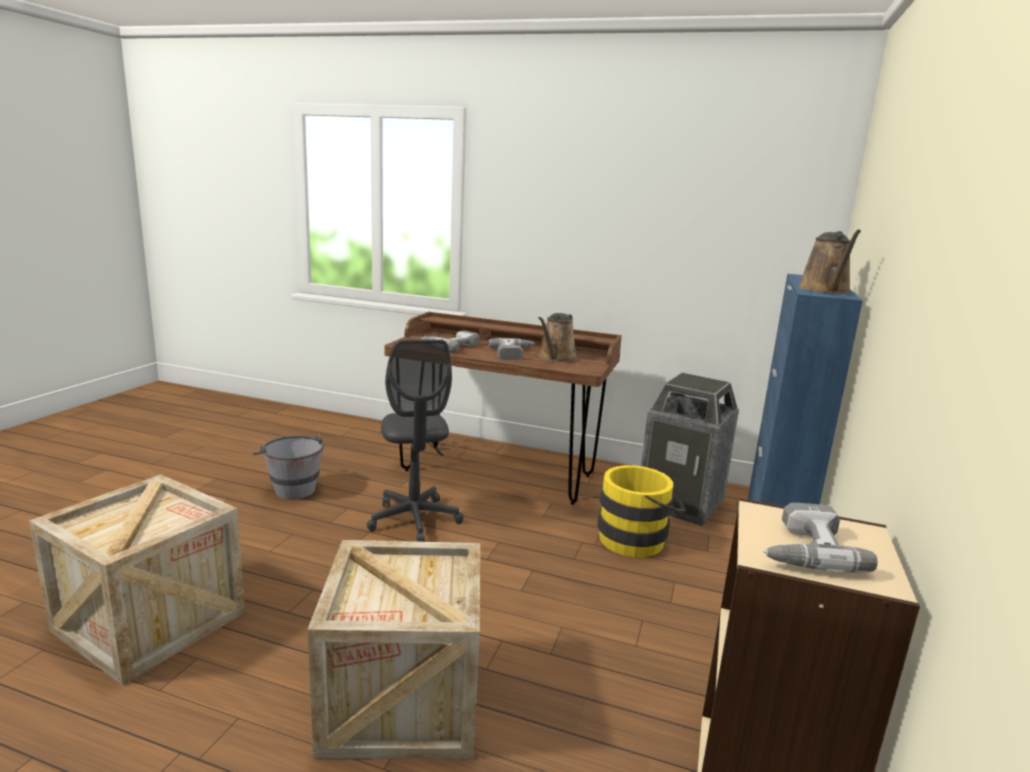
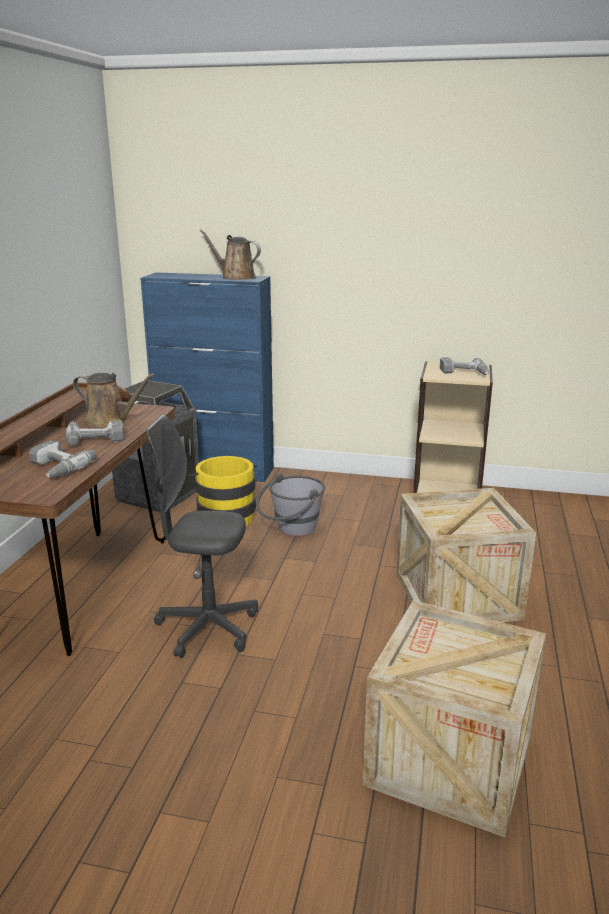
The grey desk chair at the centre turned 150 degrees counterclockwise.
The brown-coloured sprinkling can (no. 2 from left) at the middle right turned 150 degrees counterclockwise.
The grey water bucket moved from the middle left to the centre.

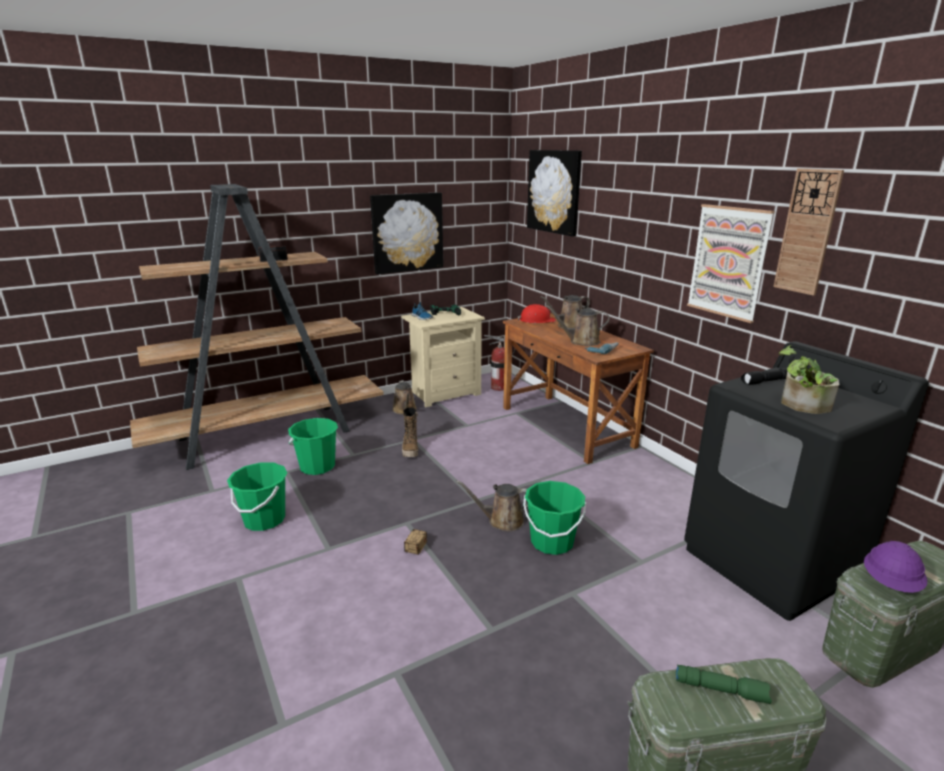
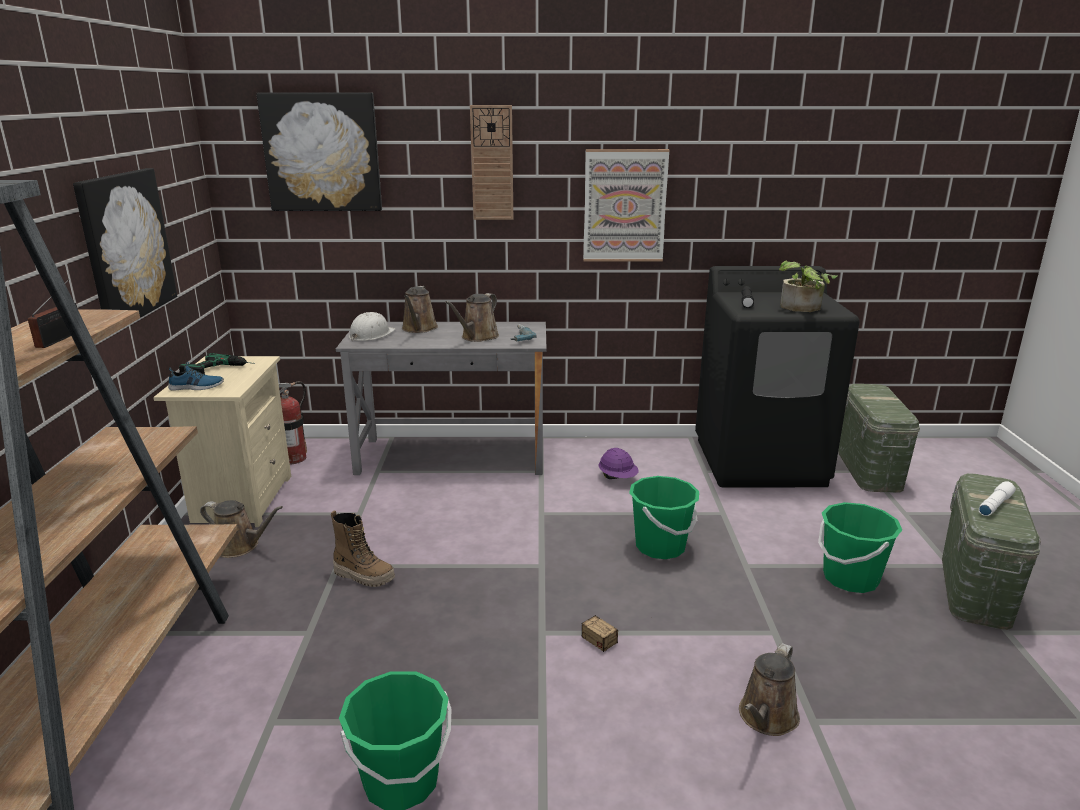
The brown-coloured desk unit at the centre became the grey desk unit at the centre.
The red hard hat at the centre became the whitish hard hat at the centre.
The hanging clock moved from the top right to the top centre.
The purple hard hat moved from the bottom right to the centre.
The brown-coloured sprinkling can (no. 2 from left in the first image) moved from the centre to the bottom right.
The green-coloured water bucket (no. 2 from left in the first image) moved from the middle left to the bottom right.
The green-coloured torch at the bottom right became the whitish torch at the middle right.

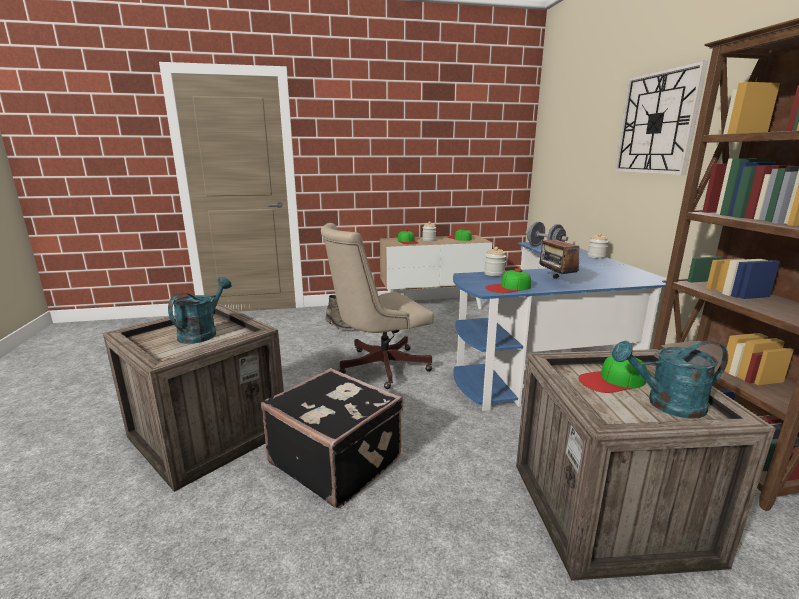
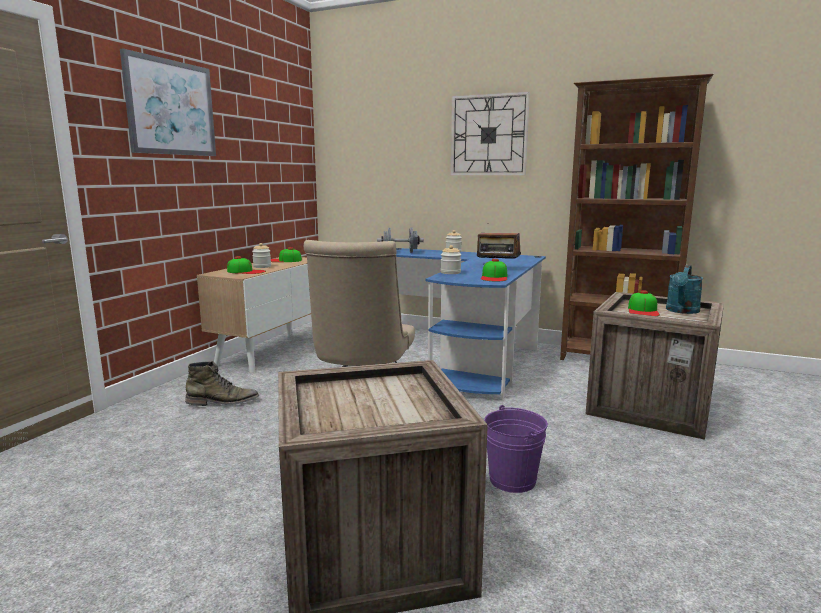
The wall art at the top left appeared.
The black-coloured suitcase at the bottom centre was replaced by the purple water bucket at the bottom centre.
The blue-green sprinkling can (no. 1 from left) at the middle left disappeared.

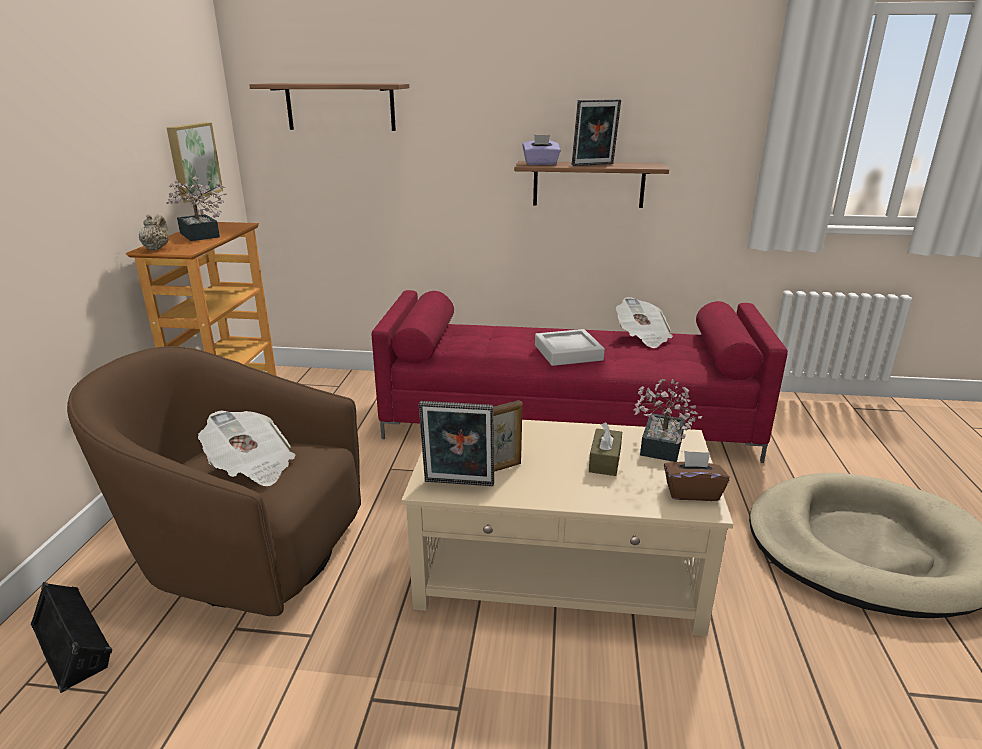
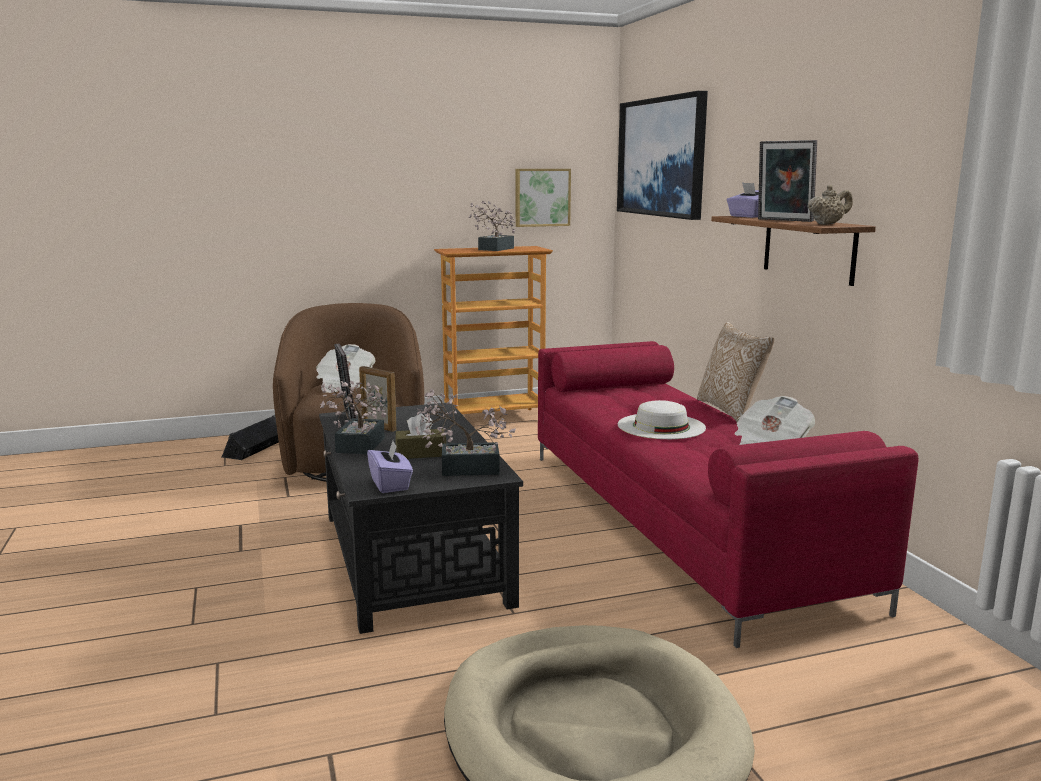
The beige-coloured low table at the bottom centre became the black-coloured low table at the centre.
The plant in a pot (no. 1 from left) at the centre appeared.
The brown-coloured tissue box (no. 2 from left) at the middle right became the purple tissue box (no. 1 from left) at the centre.
The bracket shelf (no. 1 from left) at the top centre was replaced by the wall art (no. 2 from left) at the top centre.
The grey carrying tray at the centre was replaced by the whitish hat at the centre.
The throw pillow at the middle right appeared.
The beige-coloured teapot moved from the top left to the top right.

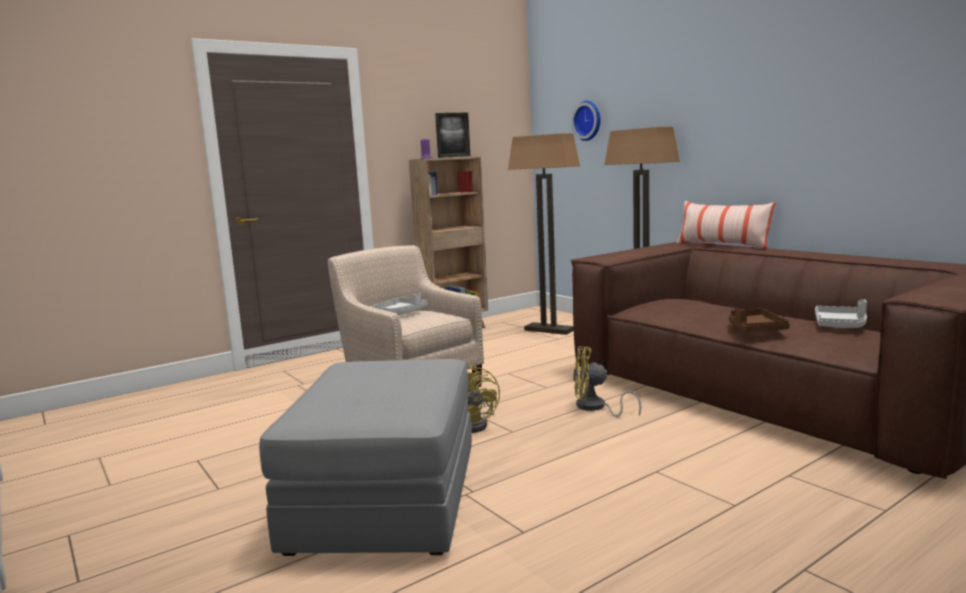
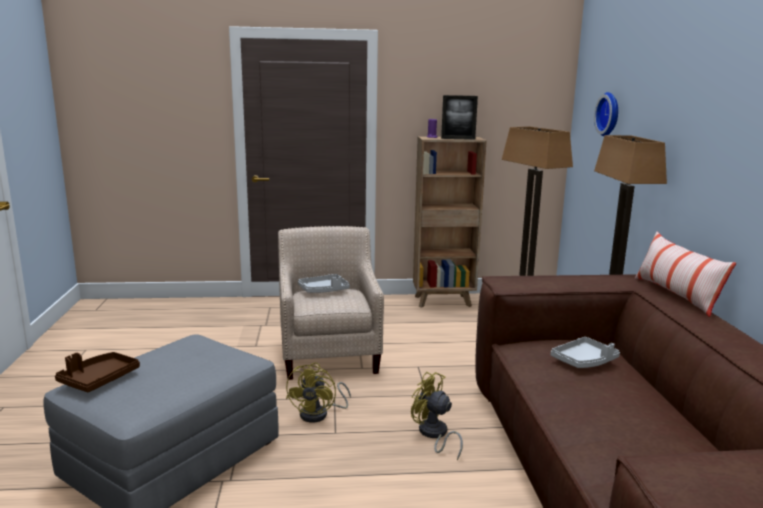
The brown-coloured carrying tray moved from the middle right to the bottom left.
The grey carrying tray (no. 2 from left) moved from the middle right to the bottom right.

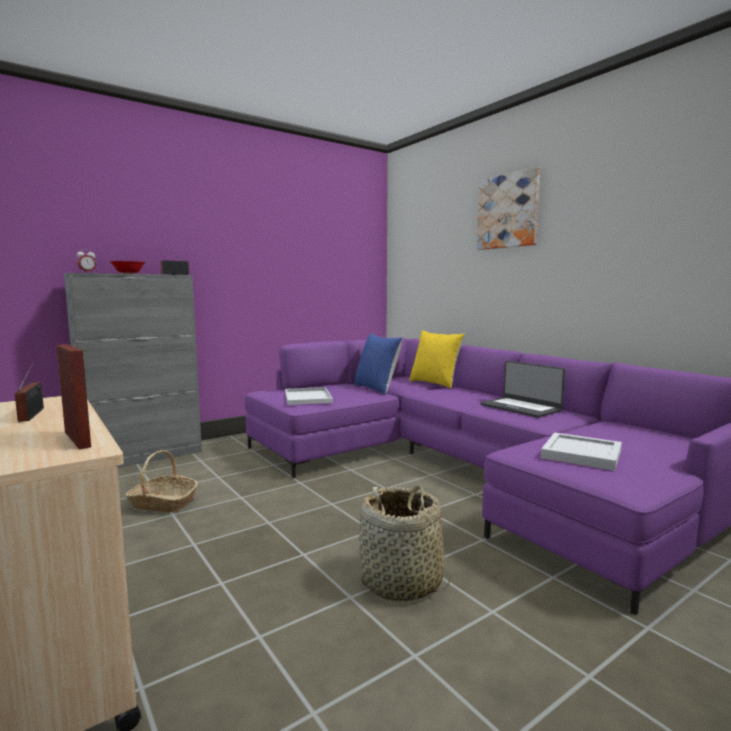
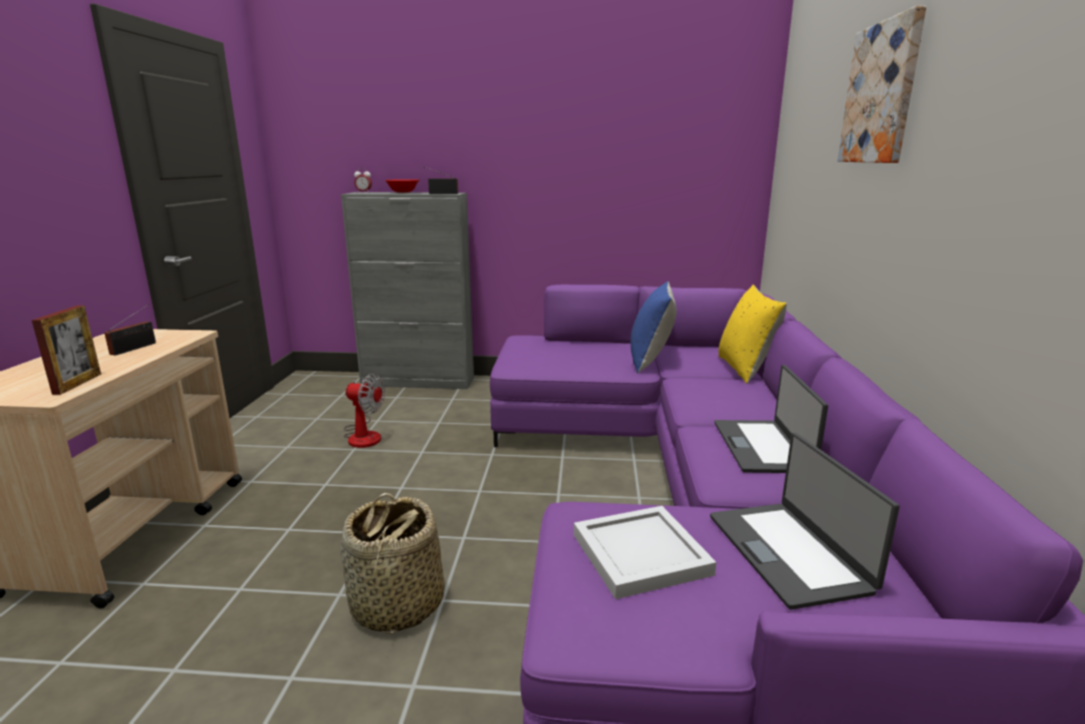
The household basket (no. 1 from left) at the middle left was replaced by the electric fan at the centre.
The laptop (no. 2 from left) at the bottom right appeared.
The whitish carrying tray (no. 1 from left) at the centre disappeared.

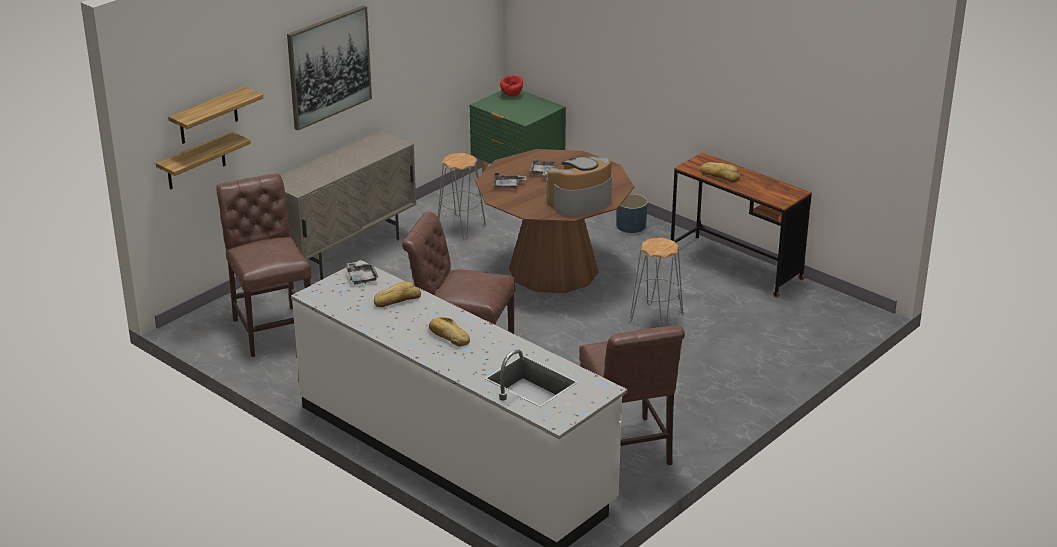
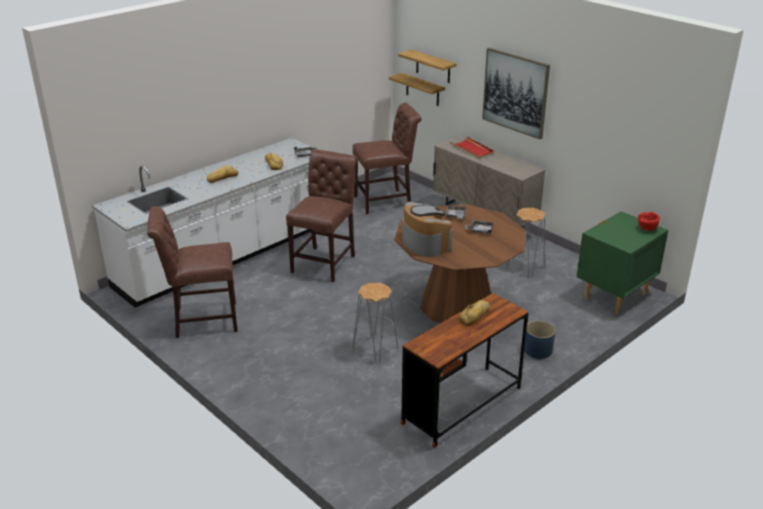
The red carrying tray at the top centre appeared.

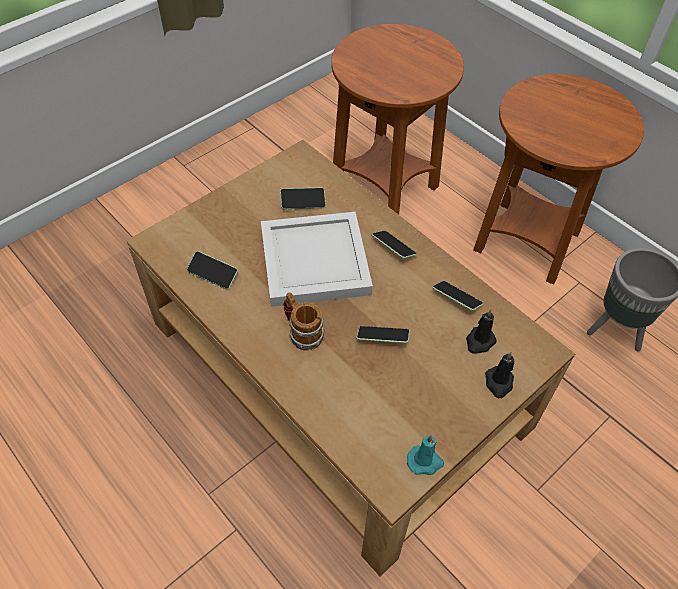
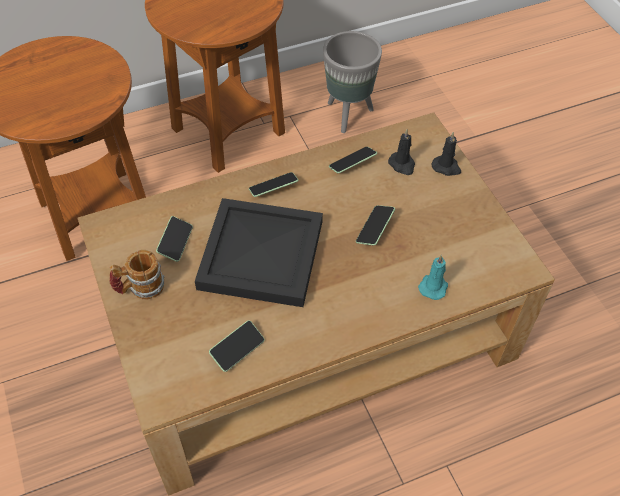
The coffee mug moved from the centre to the middle left.
The whitish carrying tray at the centre became the black-coloured carrying tray at the centre.
The blue-green wax light moved from the bottom centre to the middle right.

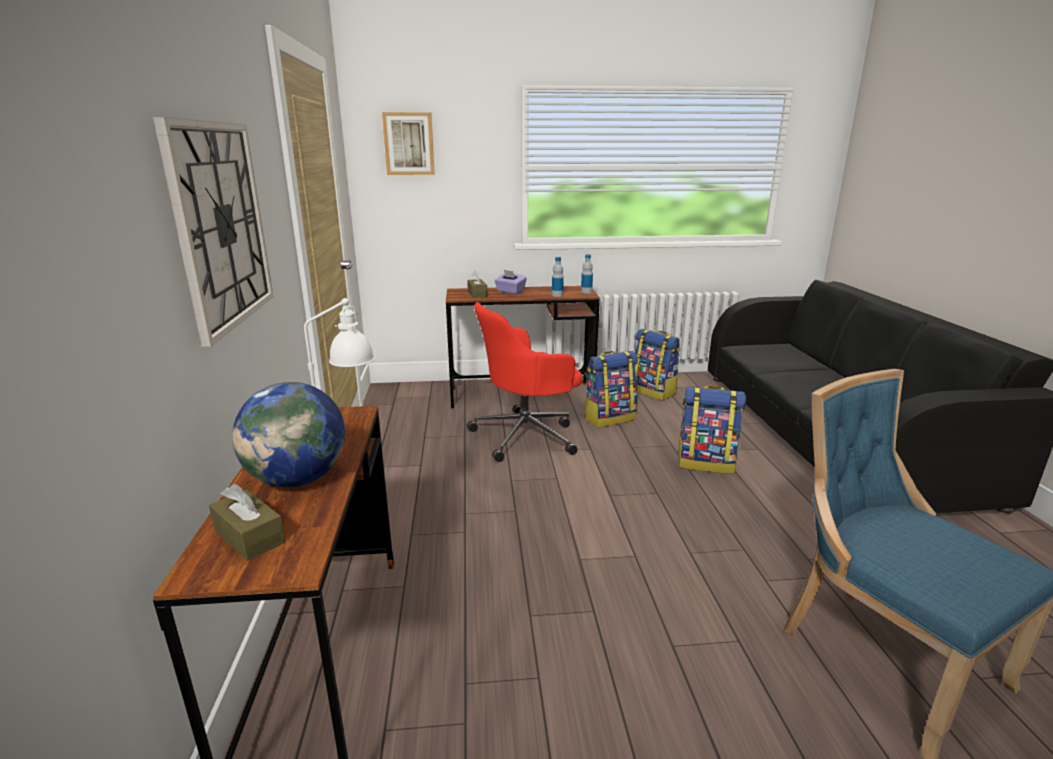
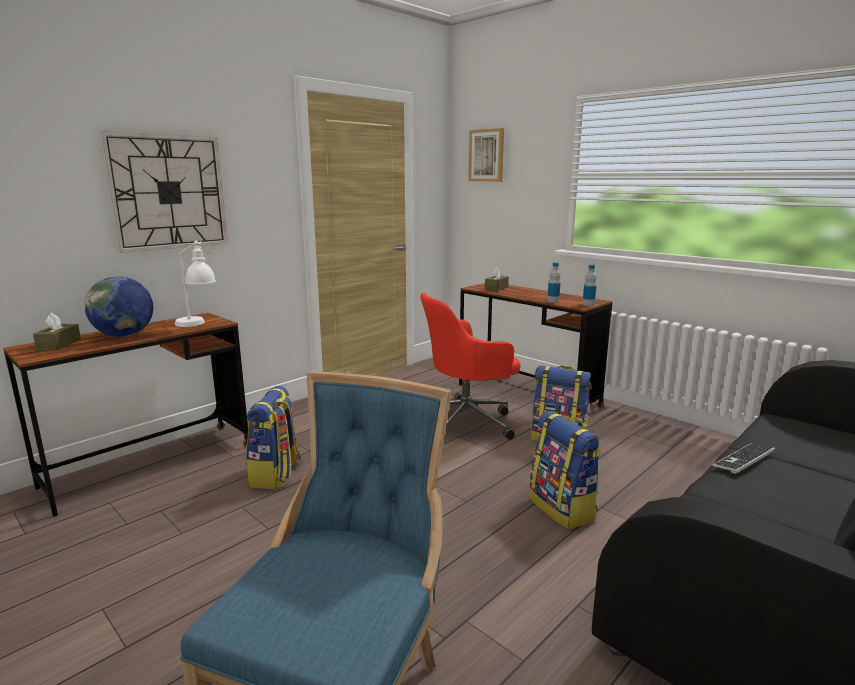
The backpack (no. 2 from left in the first image) moved from the centre to the middle left.
The red desk chair at the centre turned 45 degrees counterclockwise.
The PC keyboard at the bottom right appeared.
The purple tissue box at the centre disappeared.

